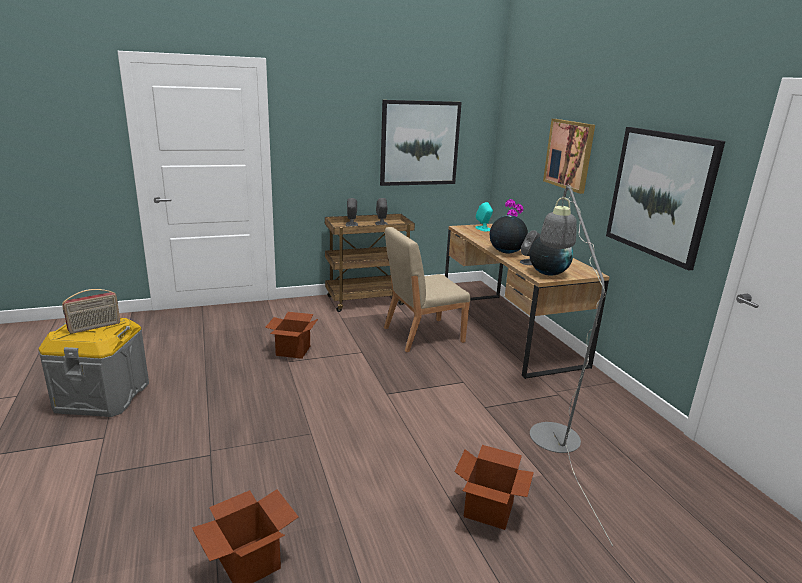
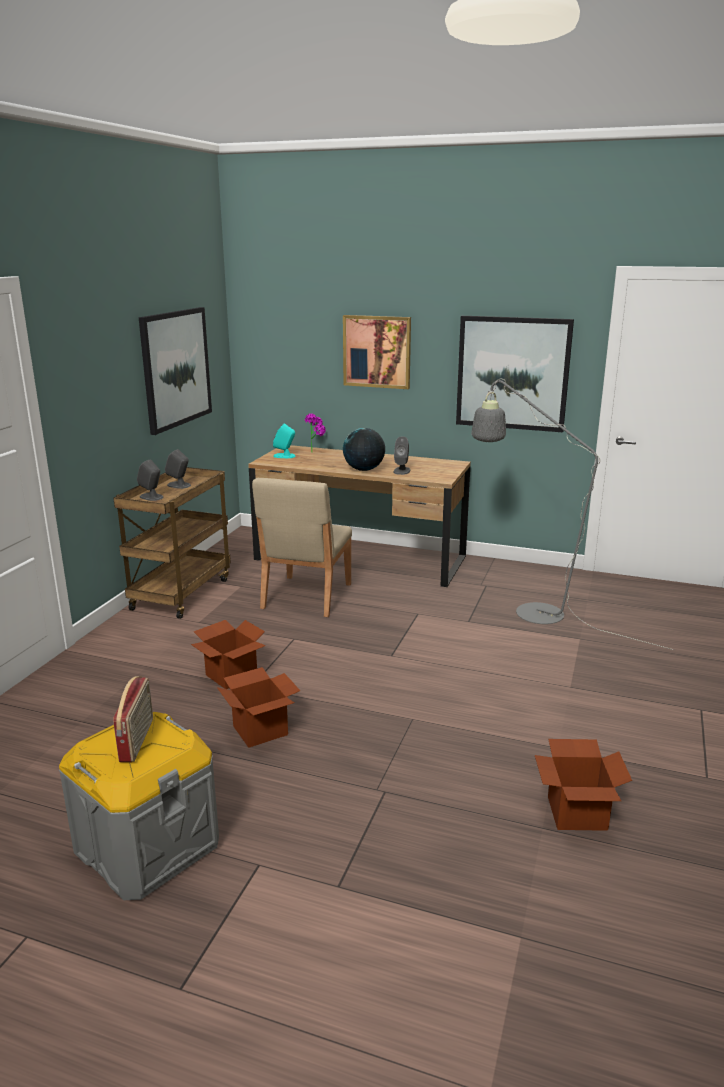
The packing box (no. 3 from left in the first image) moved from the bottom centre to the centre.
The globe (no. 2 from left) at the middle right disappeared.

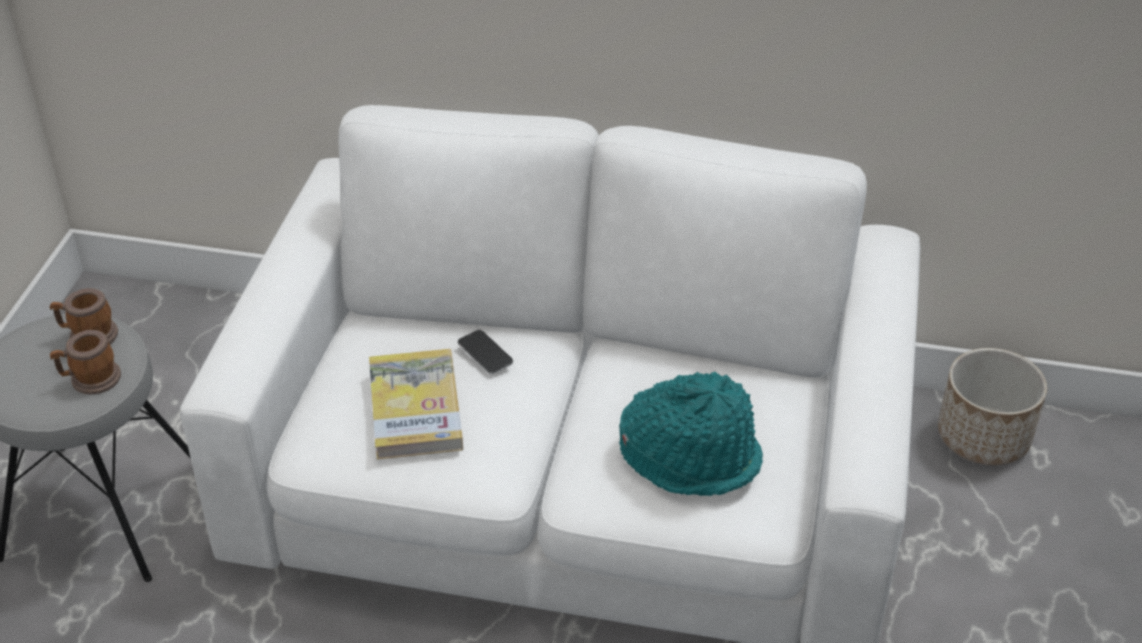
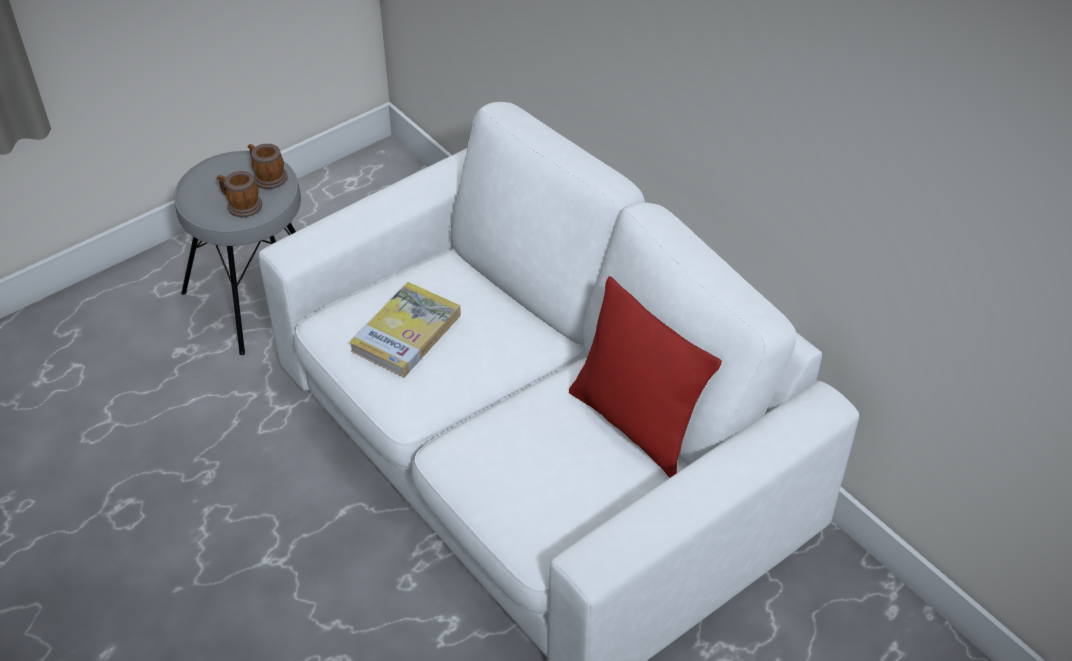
The red throw pillow at the centre appeared.
The phone at the centre disappeared.
The blue-green hat at the bottom centre disappeared.
The plant pot at the middle right disappeared.

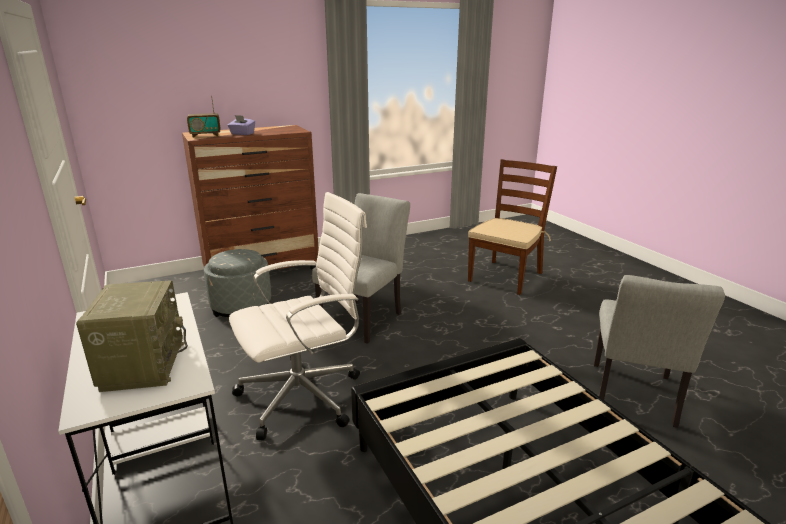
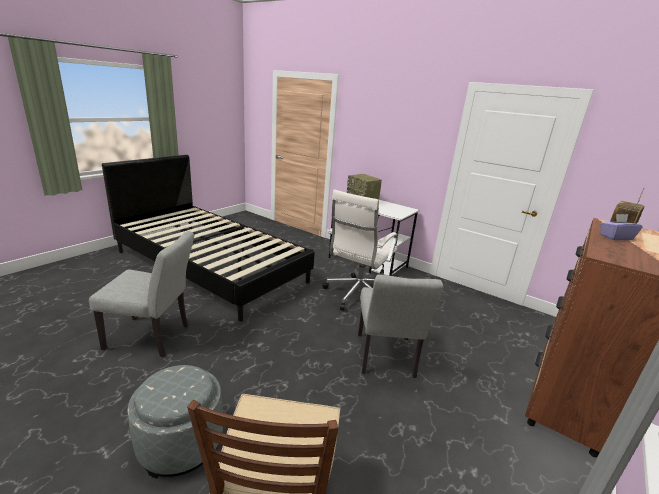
The grey chair (no. 2 from left in the first image) at the bottom right turned 105 degrees clockwise.
The grey ottoman moved from the middle left to the bottom left.

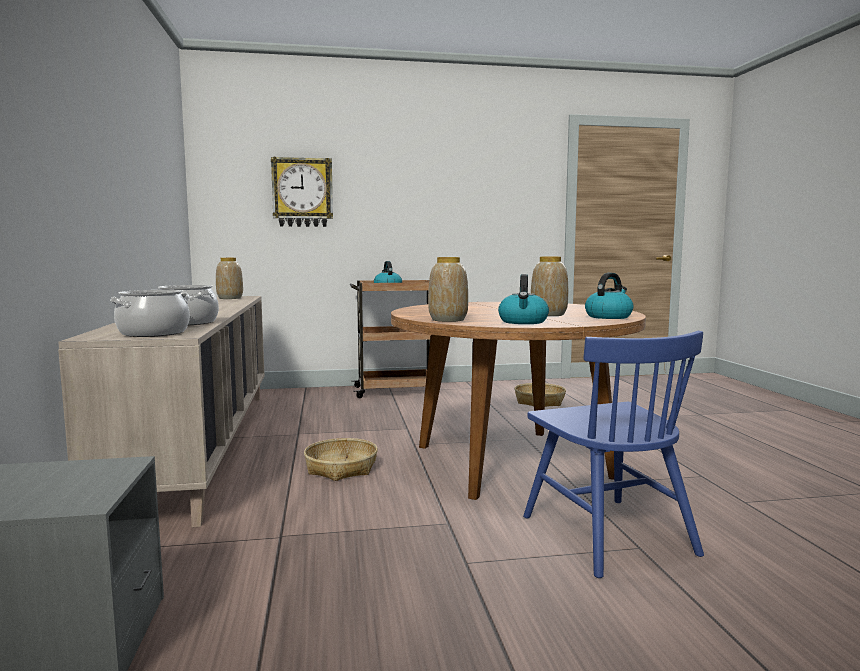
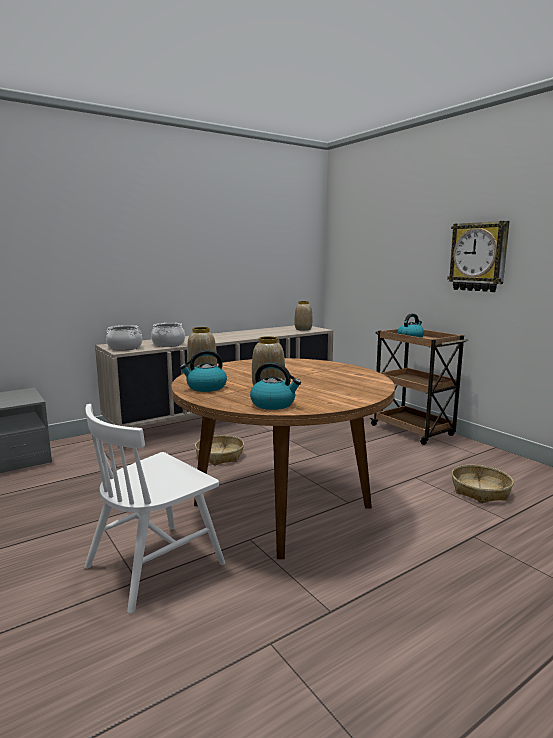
The blue-coloured chair at the bottom right became the whitish chair at the bottom left.
The hanging clock moved from the top centre to the middle right.

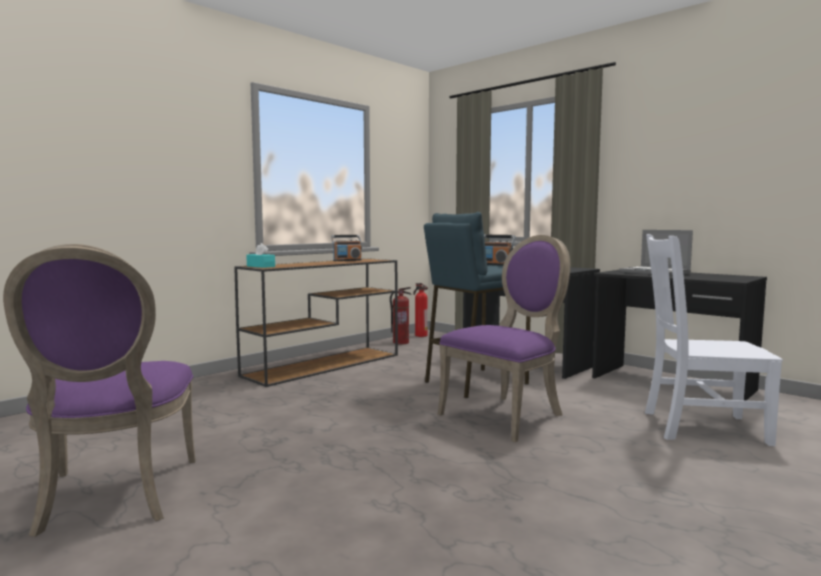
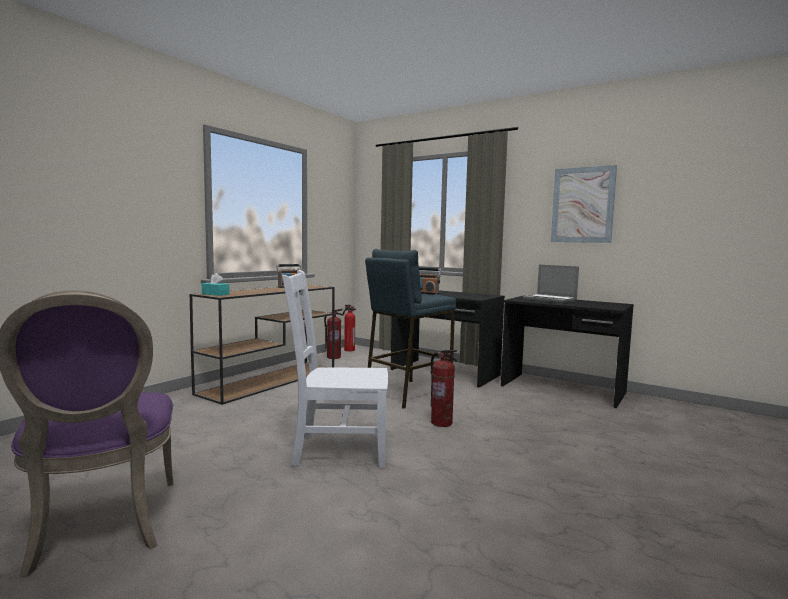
The whitish chair moved from the middle right to the centre.
The purple chair (no. 2 from left) at the centre was replaced by the fire extinguisher (no. 3 from left) at the centre.
The wall art at the middle right appeared.

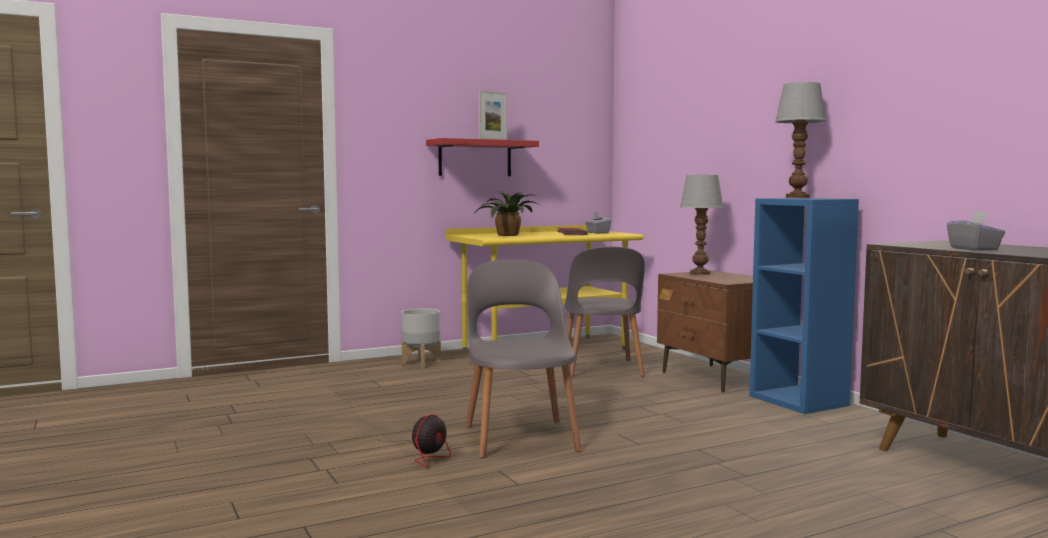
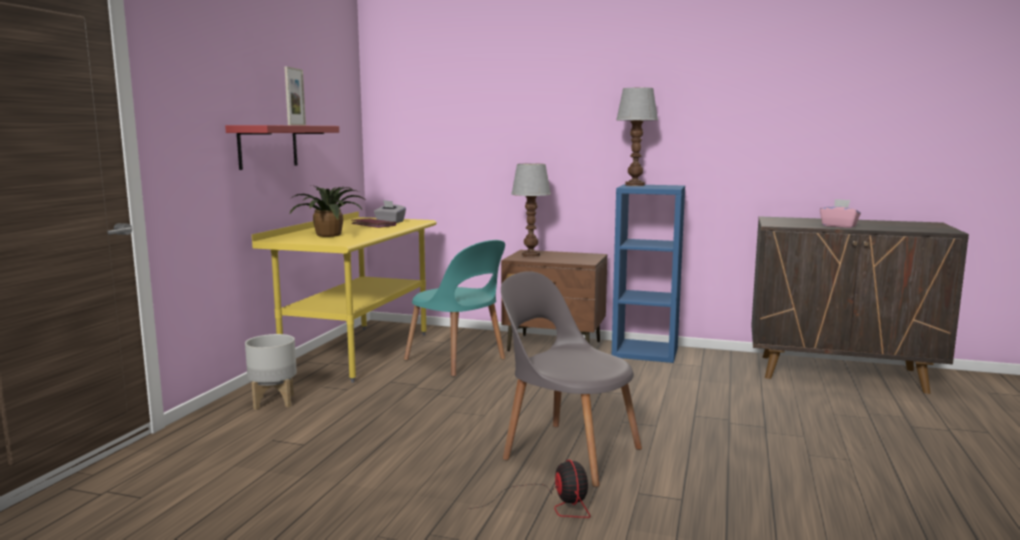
The grey chair (no. 2 from left) at the centre became the blue-green chair at the centre.
The grey tissue box (no. 2 from left) at the middle right became the pinkish tissue box at the middle right.

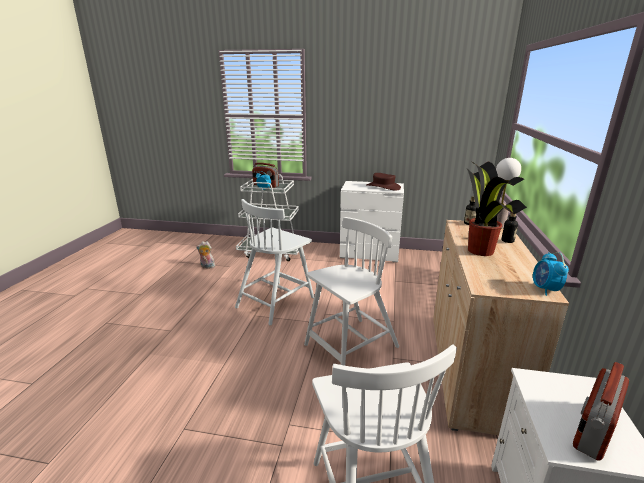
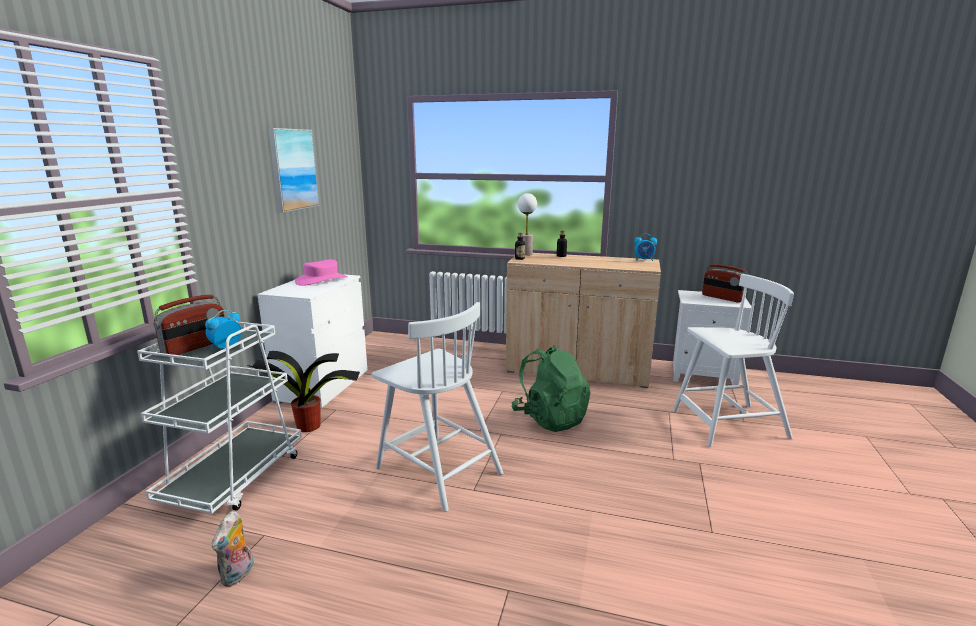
The plant in a pot moved from the middle right to the middle left.
The wall art at the top left appeared.
The brown-coloured hat at the centre became the pinkish hat at the middle left.
The whitish chair (no. 2 from left) at the centre was replaced by the green-coloured backpack at the centre.

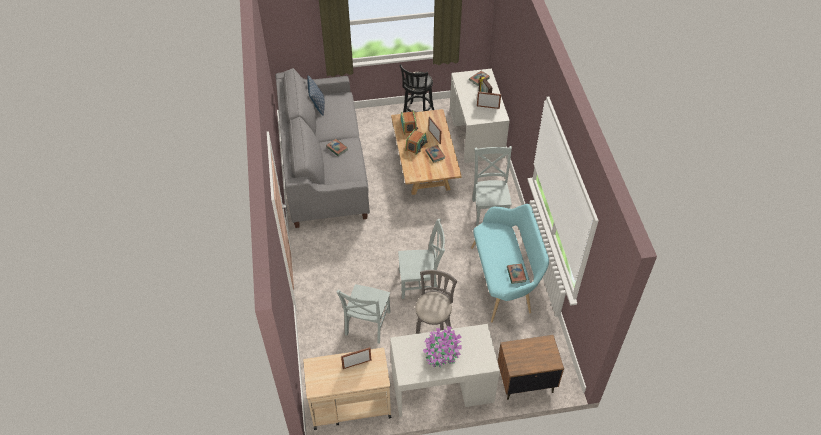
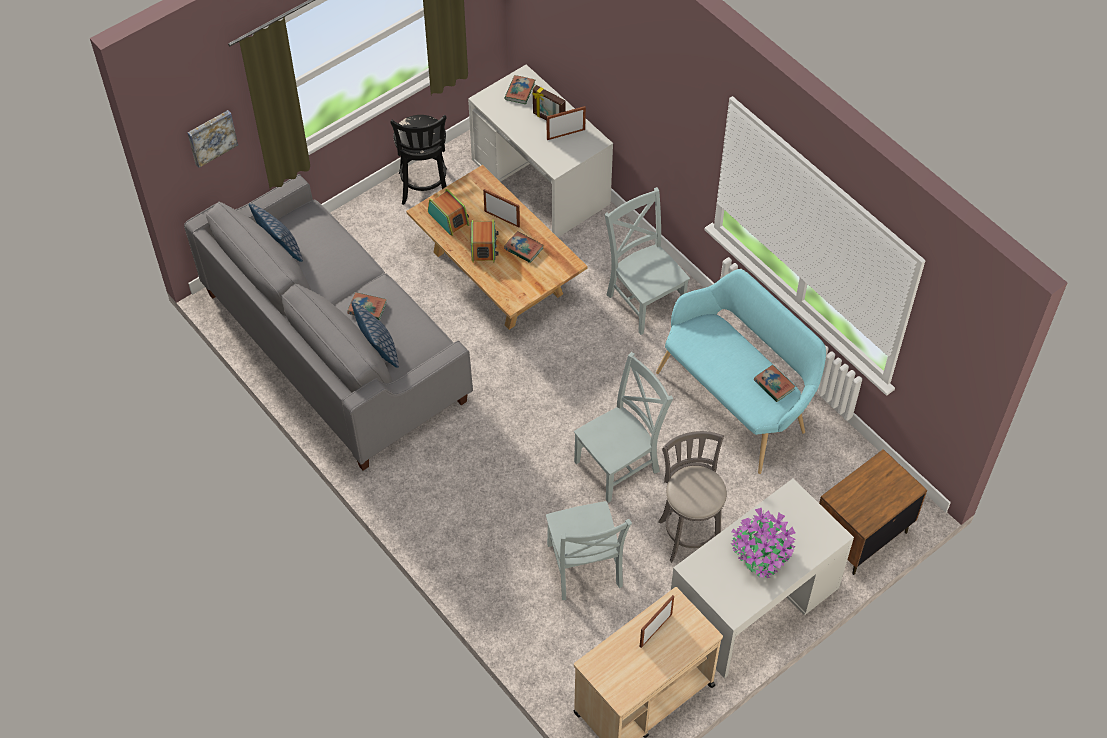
The wall art at the top left appeared.
The throw pillow (no. 2 from left) at the centre appeared.

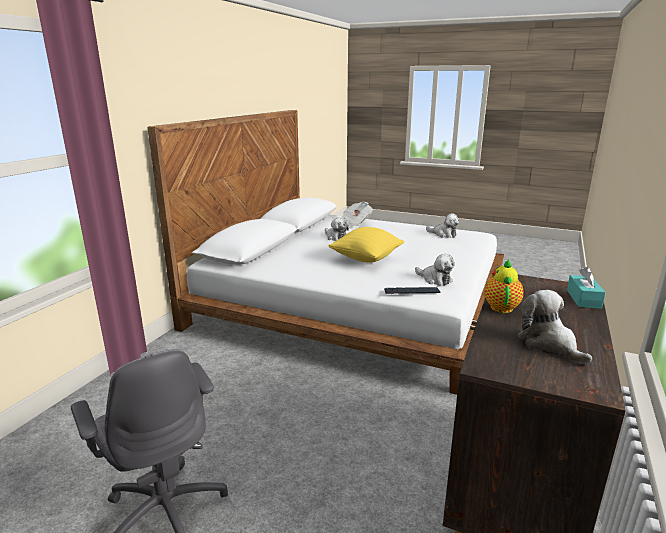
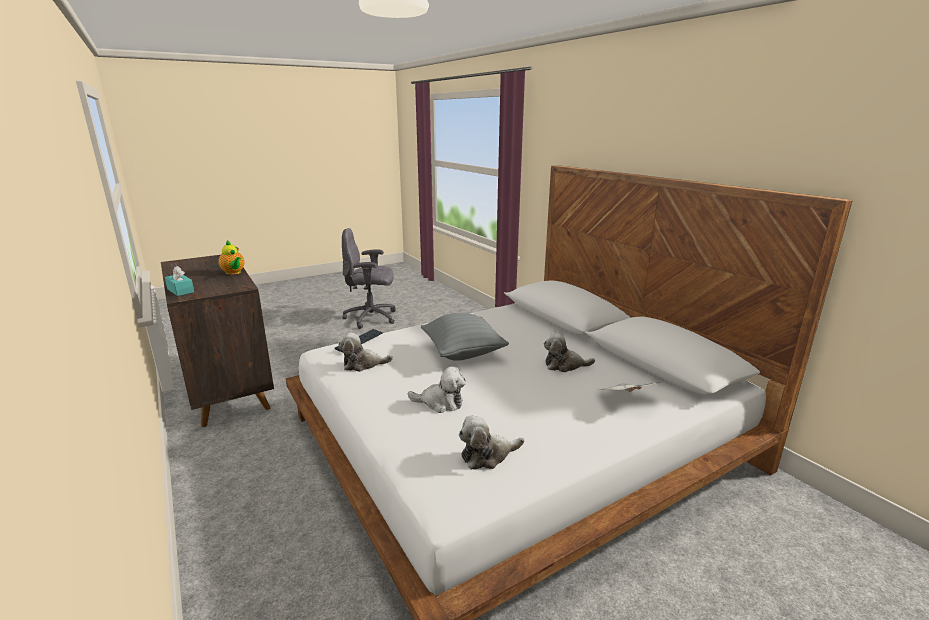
The cuddly toy (no. 4 from left in the first image) moved from the middle right to the centre.
The yellow-coloured throw pillow at the centre became the grey throw pillow at the centre.

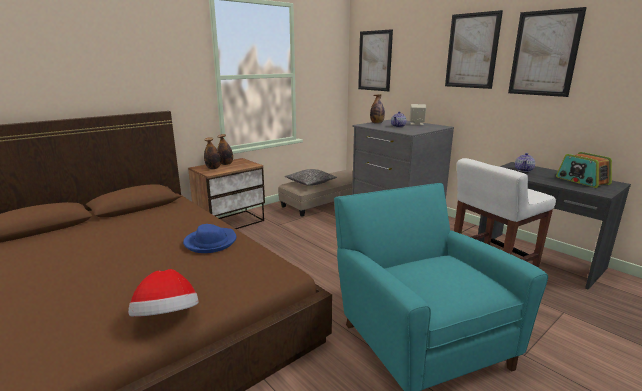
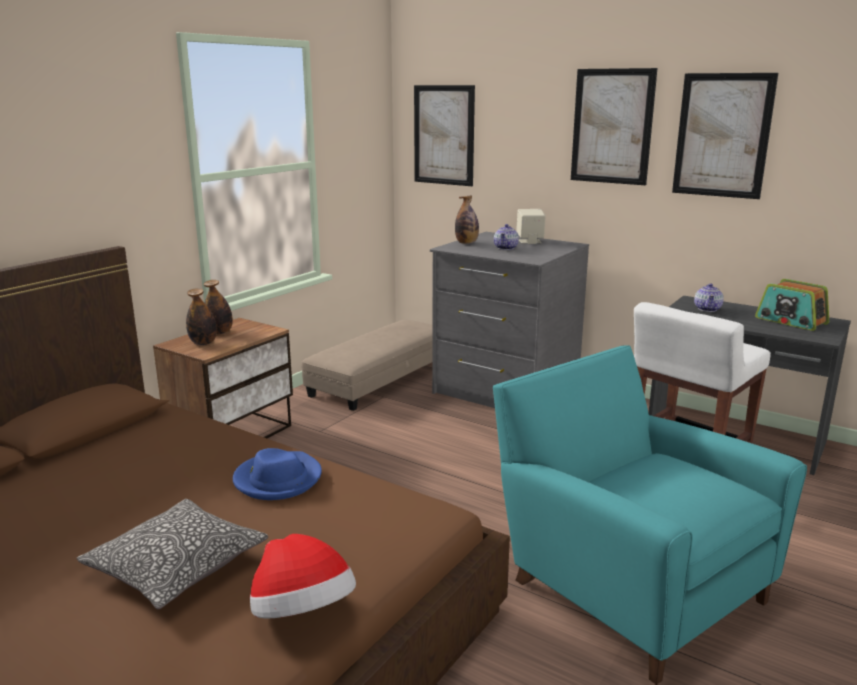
The throw pillow moved from the centre to the bottom left.

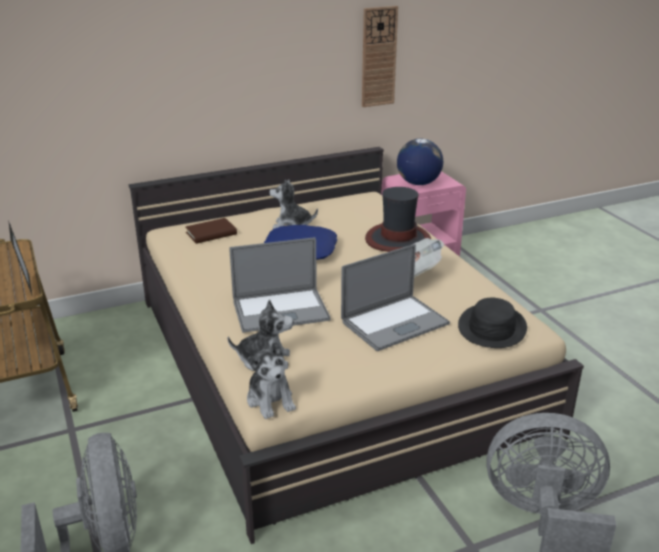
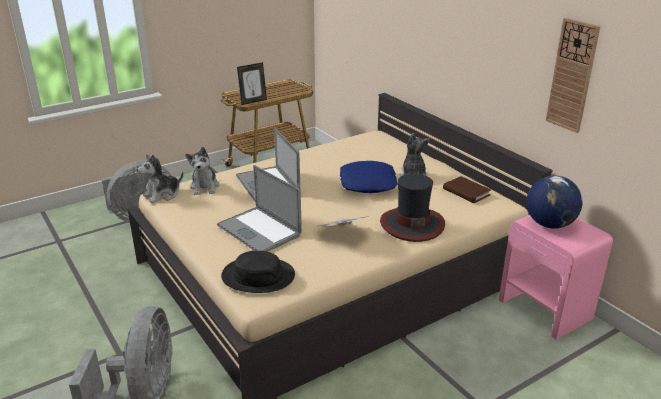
The brown-coloured volume moved from the middle left to the middle right.

